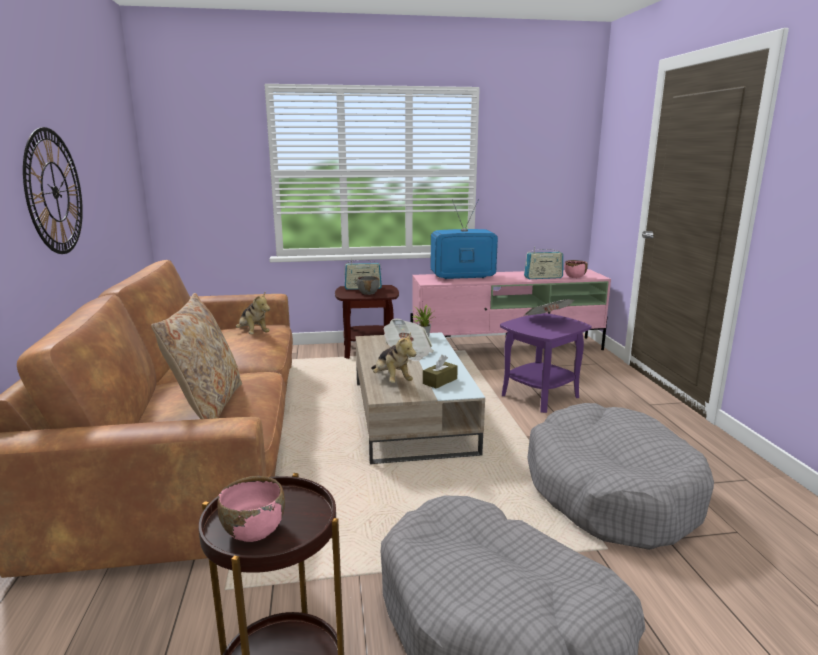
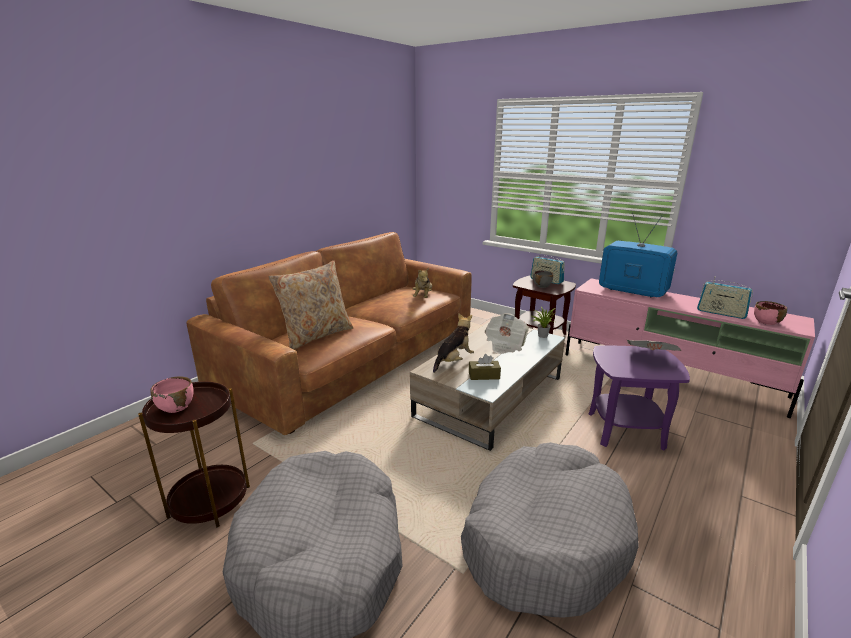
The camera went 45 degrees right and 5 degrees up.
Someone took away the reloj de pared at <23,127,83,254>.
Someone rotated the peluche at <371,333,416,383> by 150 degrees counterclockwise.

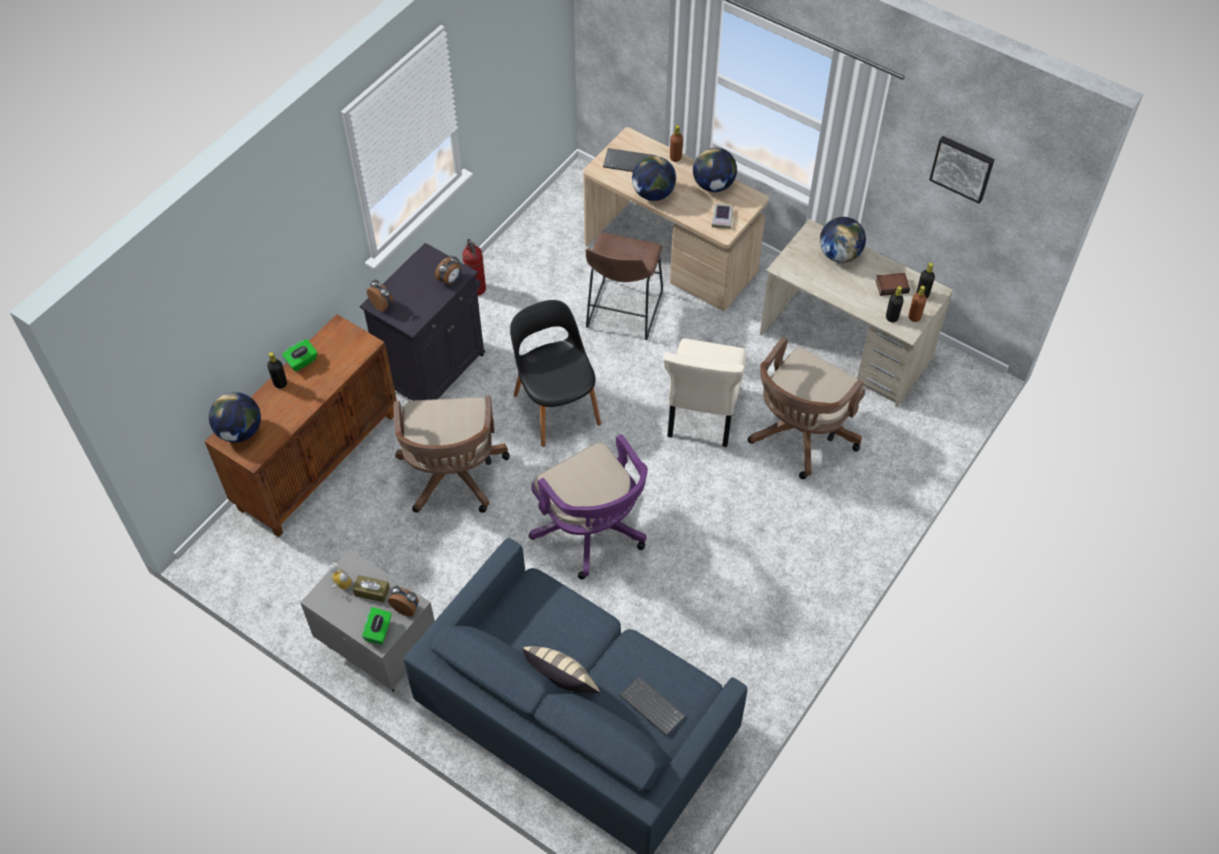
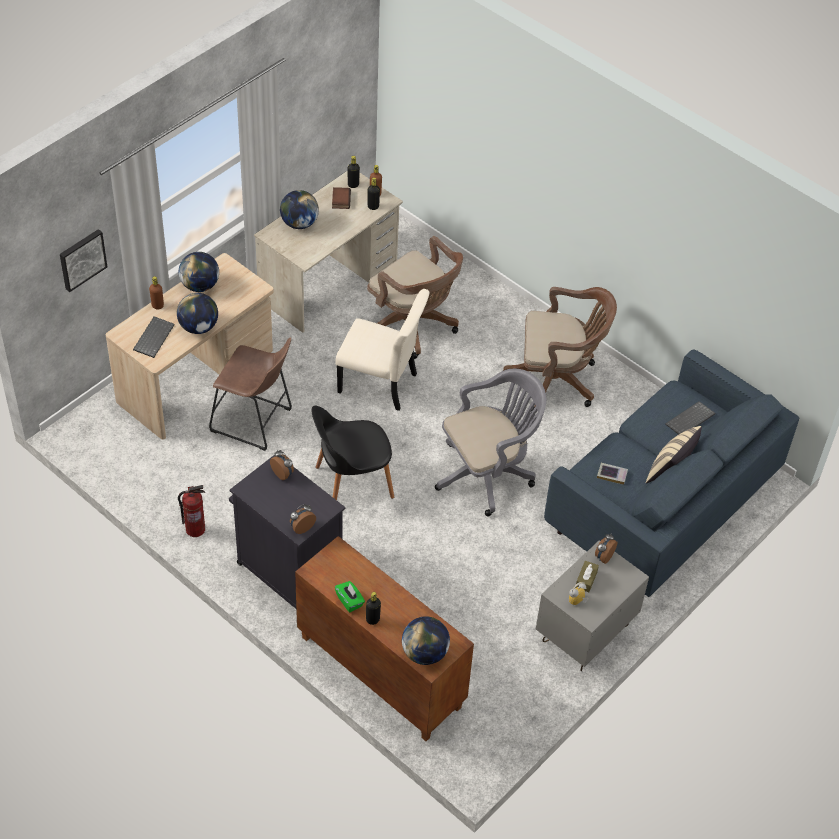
The camera went 85 degrees left and 5 degrees down.
Someone carried the cuadro from <929,136,995,204> to <60,229,107,292>.
Someone carried the libro from <712,204,733,229> to <597,463,628,485>.
Someone carried the silla de oficina [marrón] from <394,396,510,513> to <503,287,617,412>.
Someone repainted the silla de oficina [morado] at <529,434,648,580>, which became the silla de oficina [gris] at <435,369,546,516>.
Someone took away the caja de pañuelos [verde] at <362,607,392,644>.

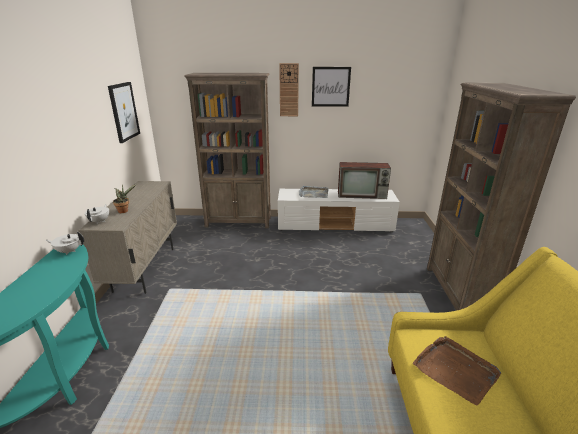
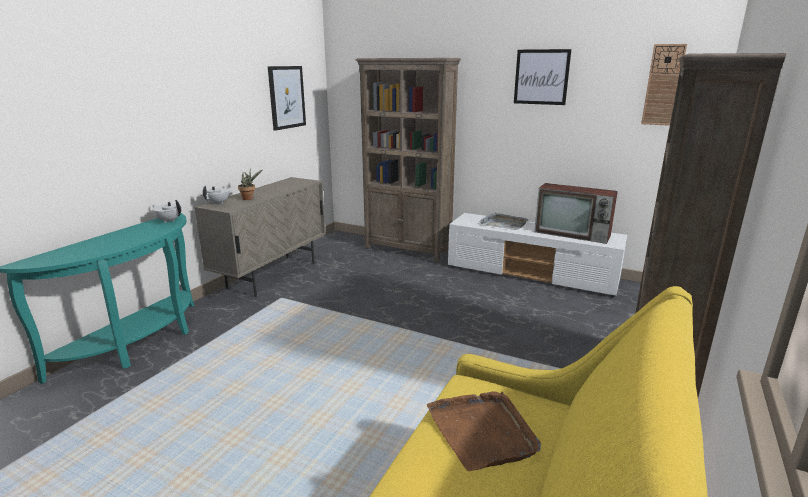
The camera went 25 degrees right and 5 degrees down.
Someone carried the reloj de pared from <279,63,299,116> to <641,44,687,126>.

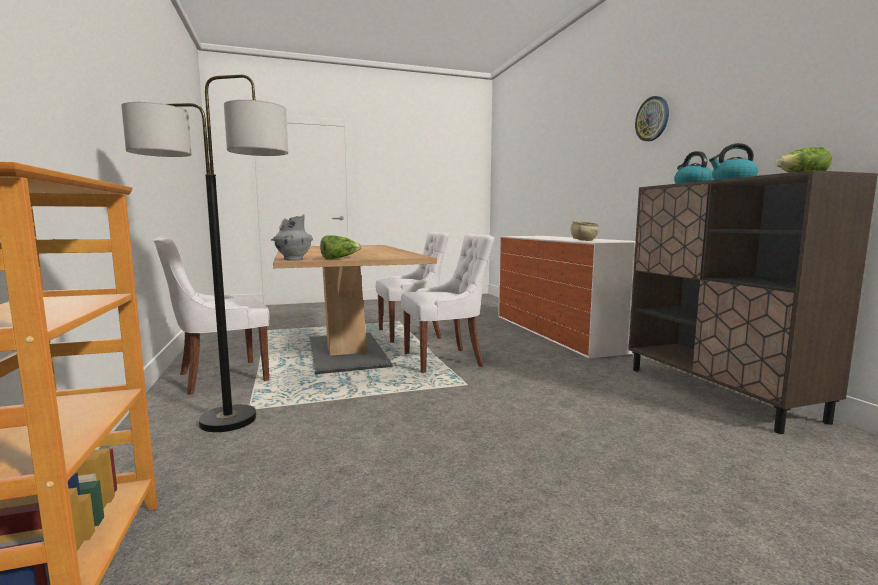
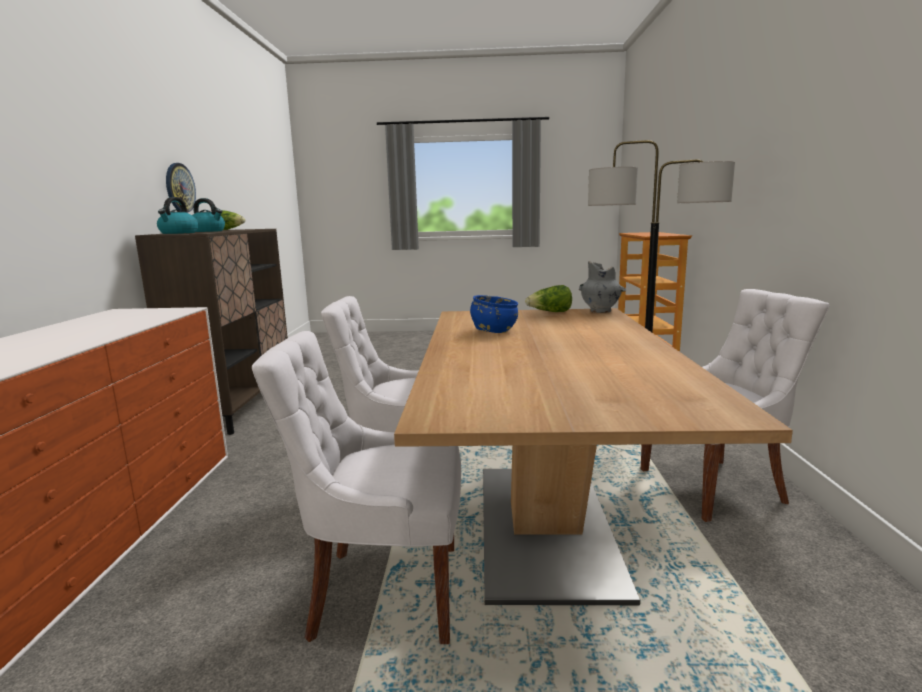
The camera went 160 degrees left and 5 degrees up.
Someone carried the reloj de pared from <635,96,669,141> to <166,163,196,212>.
Someone took away the cuenco [beis] at <570,221,599,241>.
Someone put down the cuenco [azul] at <470,295,518,333>.

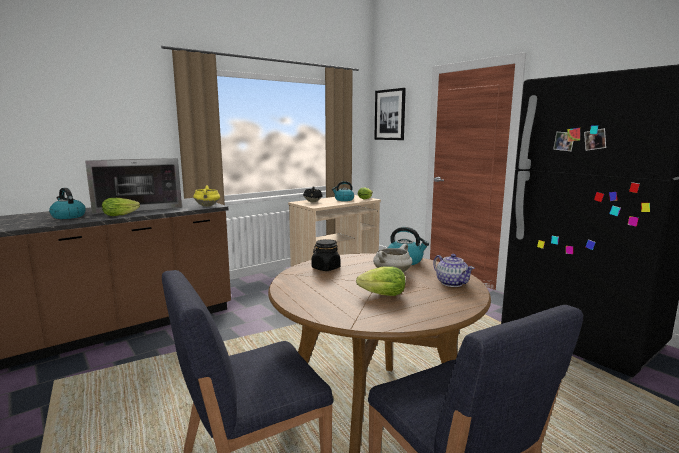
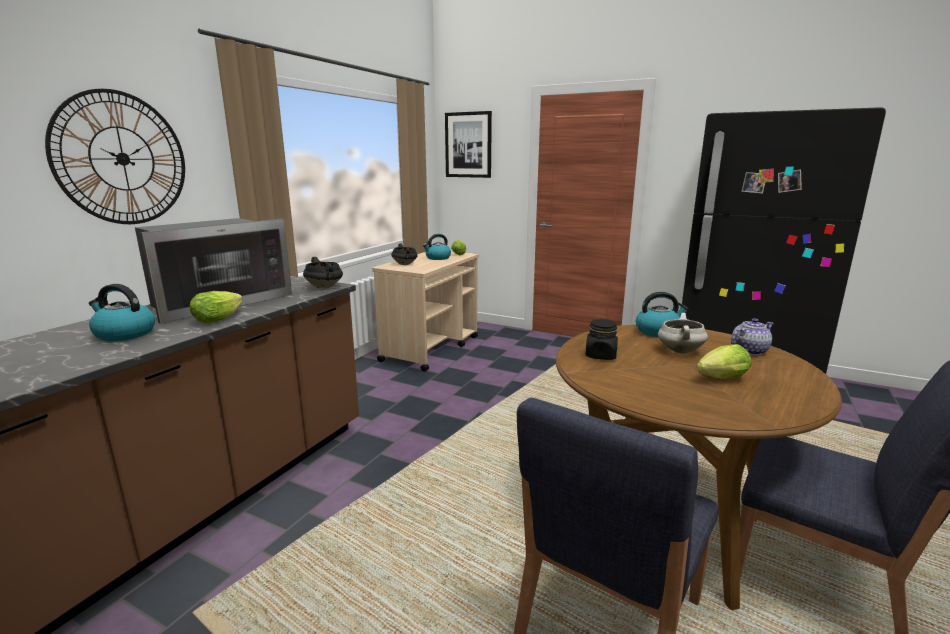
The camera went 25 degrees left and 5 degrees up.
Someone repainted the olla [amarillo] at <193,186,220,207>, which became the olla [negro] at <303,257,343,289>.
Someone rotated the tetera at <433,254,474,287> by 60 degrees counterclockwise.
Someone put up the reloj de pared at <45,89,185,224>.

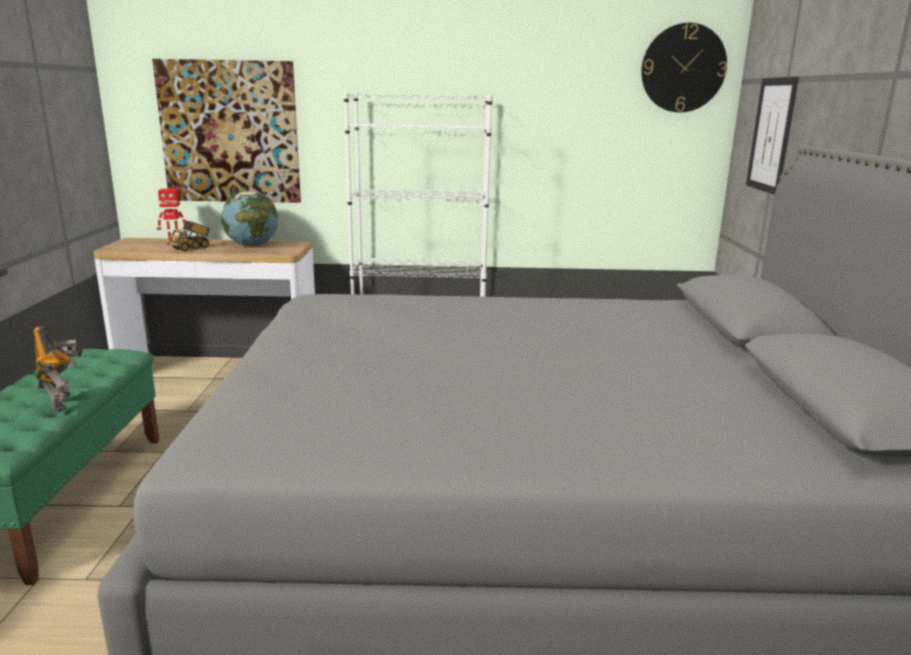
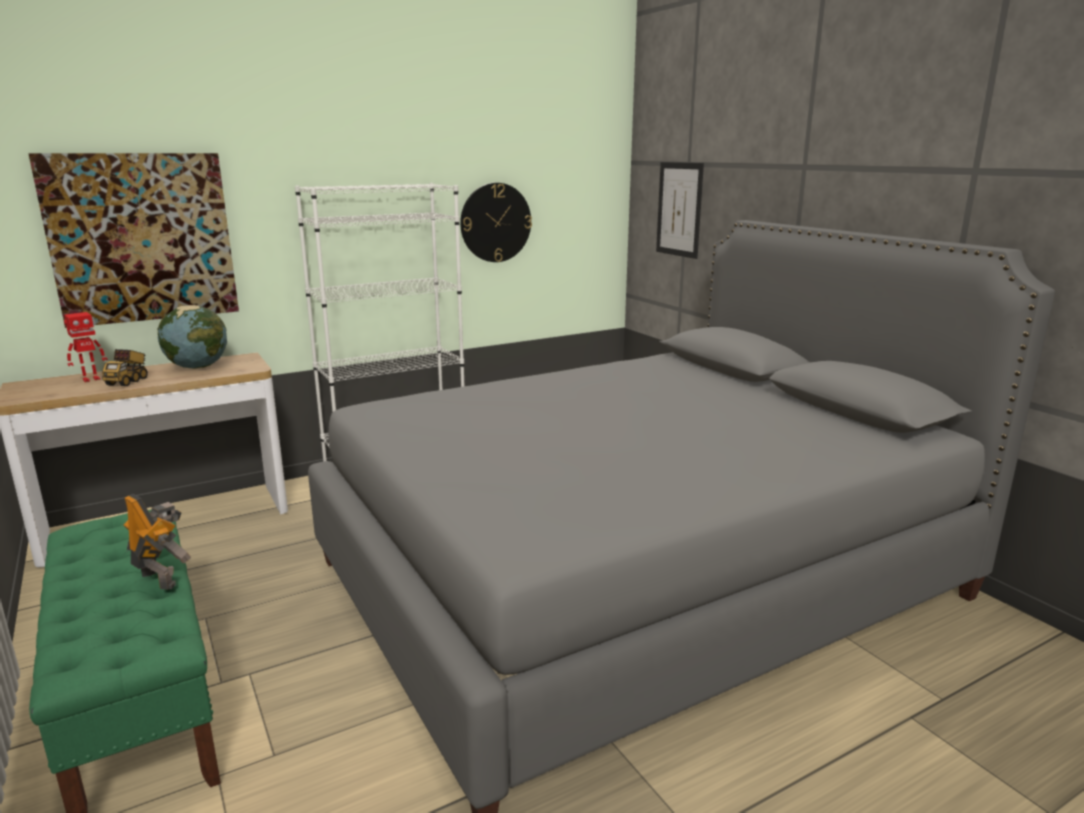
The camera went 30 degrees left and 0 degrees up.
Someone carried the reloj de pared from <641,23,727,112> to <460,183,532,262>.

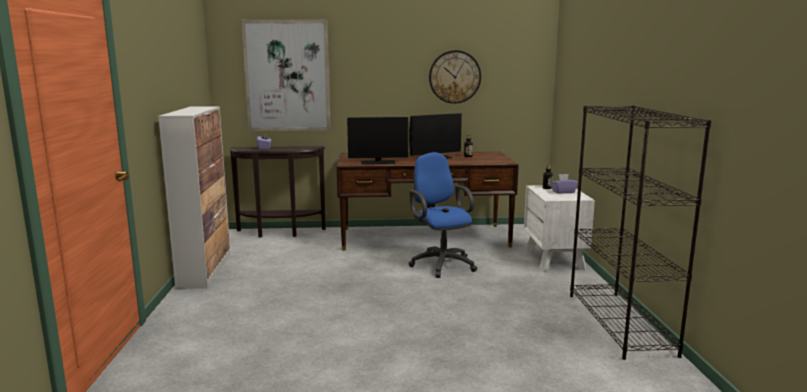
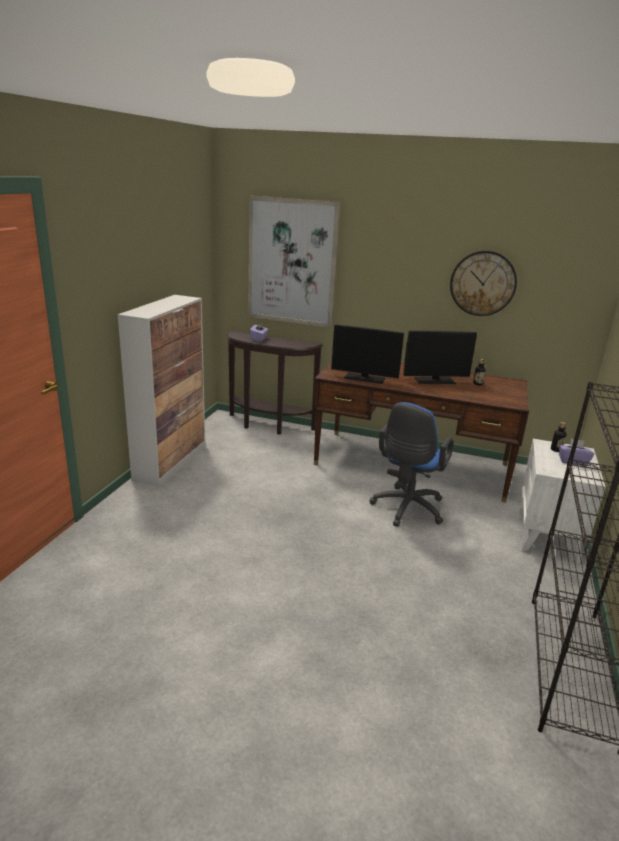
The camera went 20 degrees right and 10 degrees up.
Someone rotated the silla de oficina [azul] at <408,152,478,278> by 150 degrees counterclockwise.

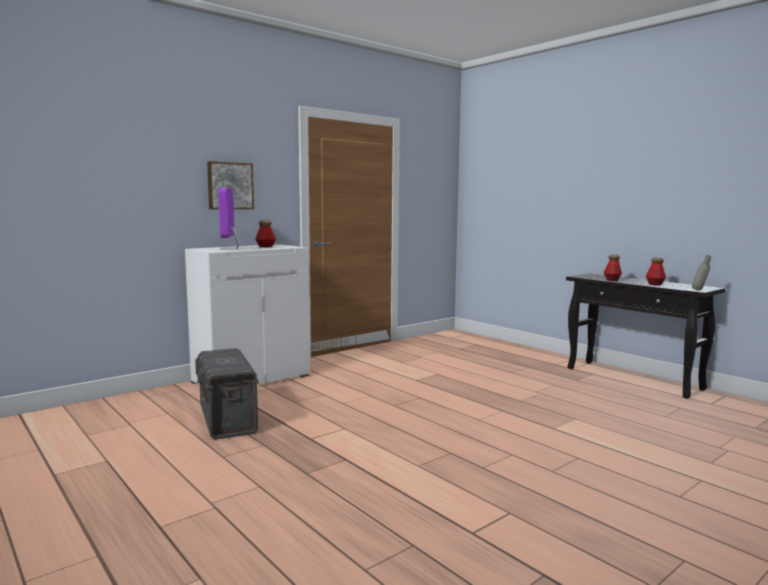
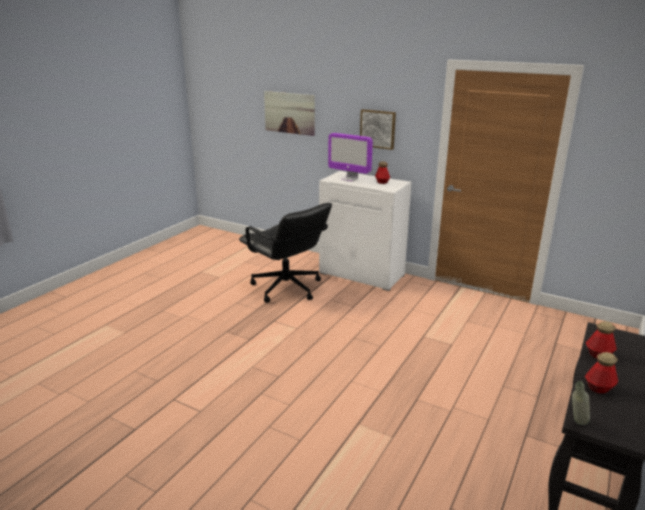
The camera went 70 degrees right and 15 degrees up.
Someone rotated the monitor at <219,188,240,250> by 120 degrees counterclockwise.
Someone swapped the caja de almacenaje [gris] at <195,348,259,440> for the silla de oficina [negro] at <239,203,332,302>.
Someone put up the cuadro at <264,91,315,136>.

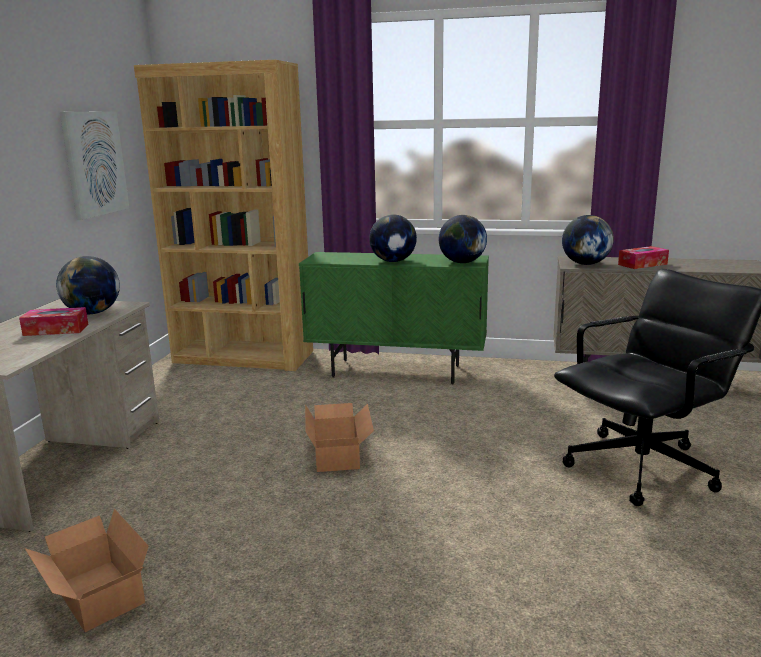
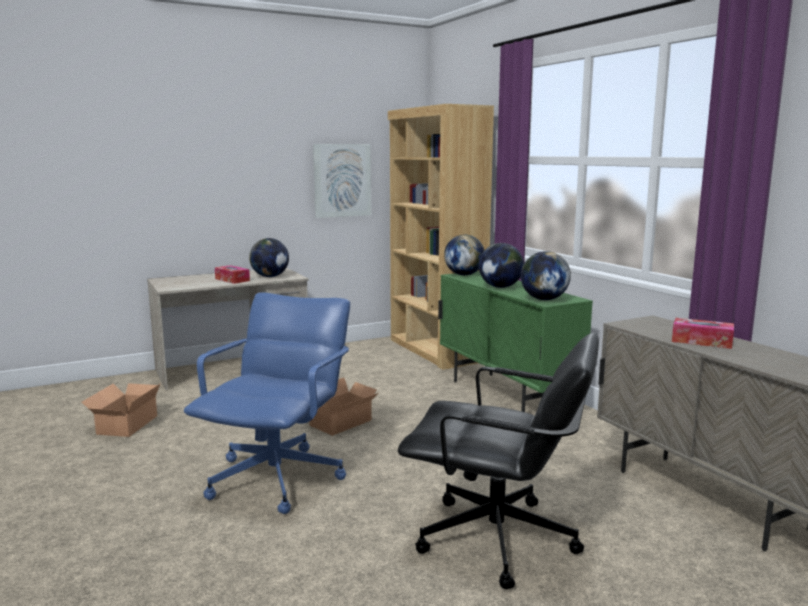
The camera went 50 degrees right and 5 degrees down.
Someone carried the globo terráqueo from <562,215,614,265> to <444,235,484,275>.
Someone put down the silla de oficina [azul] at <184,293,350,514>.

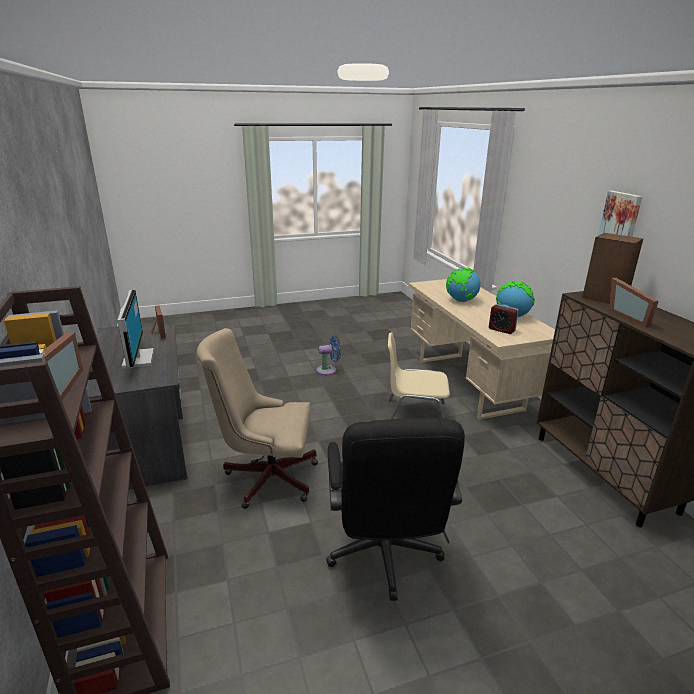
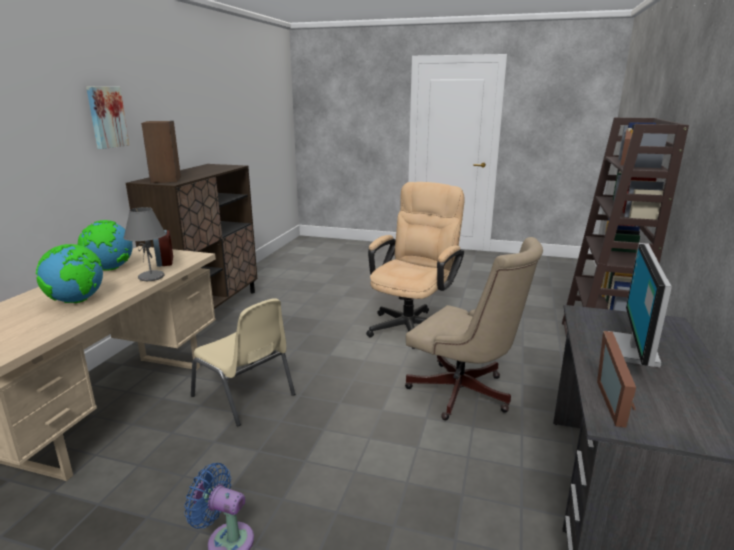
The camera went 145 degrees left and 5 degrees down.
Someone took away the portarretratos at <609,278,659,328>.
Someone repainted the silla de oficina [negro] at <326,418,465,601>, which became the silla de oficina [beis] at <366,182,465,349>.
Someone put down the lámpara de mesa [gris] at <123,207,166,281>.

